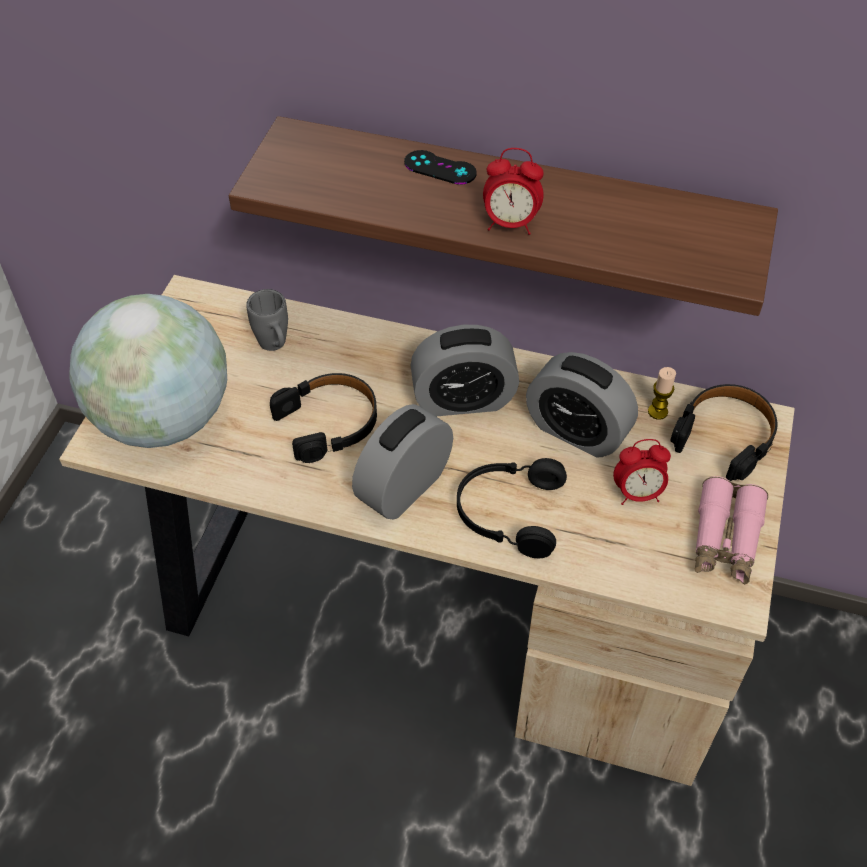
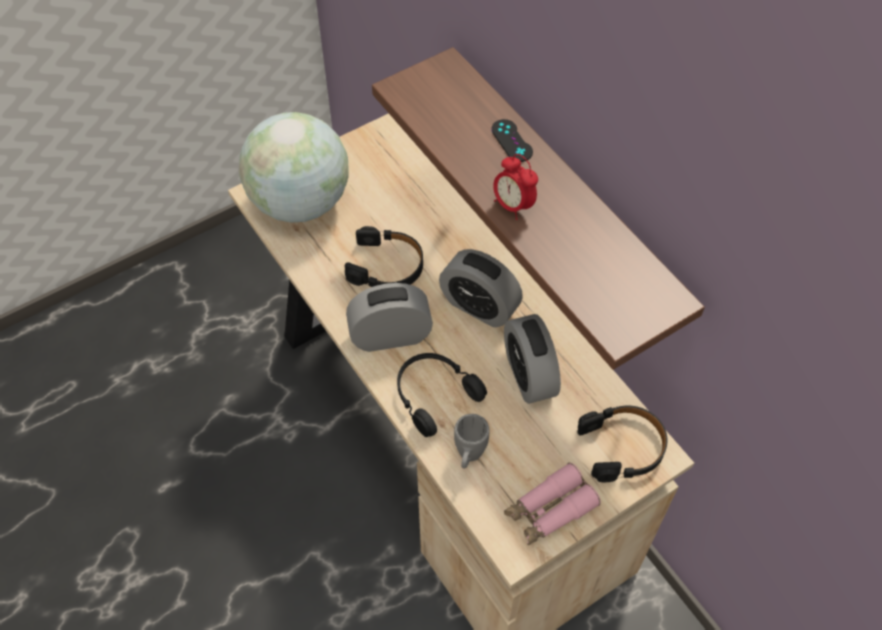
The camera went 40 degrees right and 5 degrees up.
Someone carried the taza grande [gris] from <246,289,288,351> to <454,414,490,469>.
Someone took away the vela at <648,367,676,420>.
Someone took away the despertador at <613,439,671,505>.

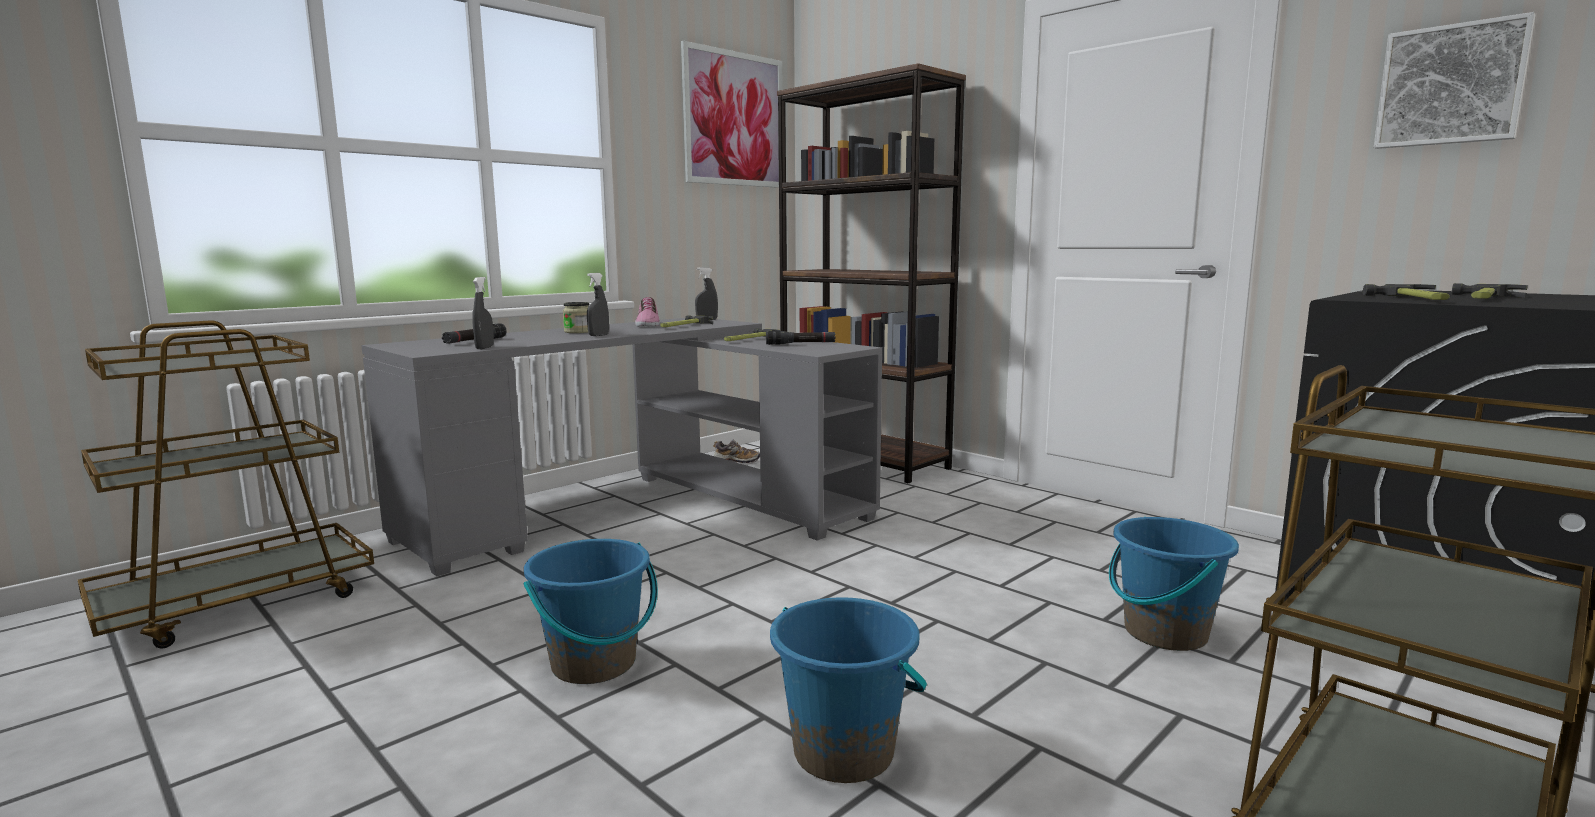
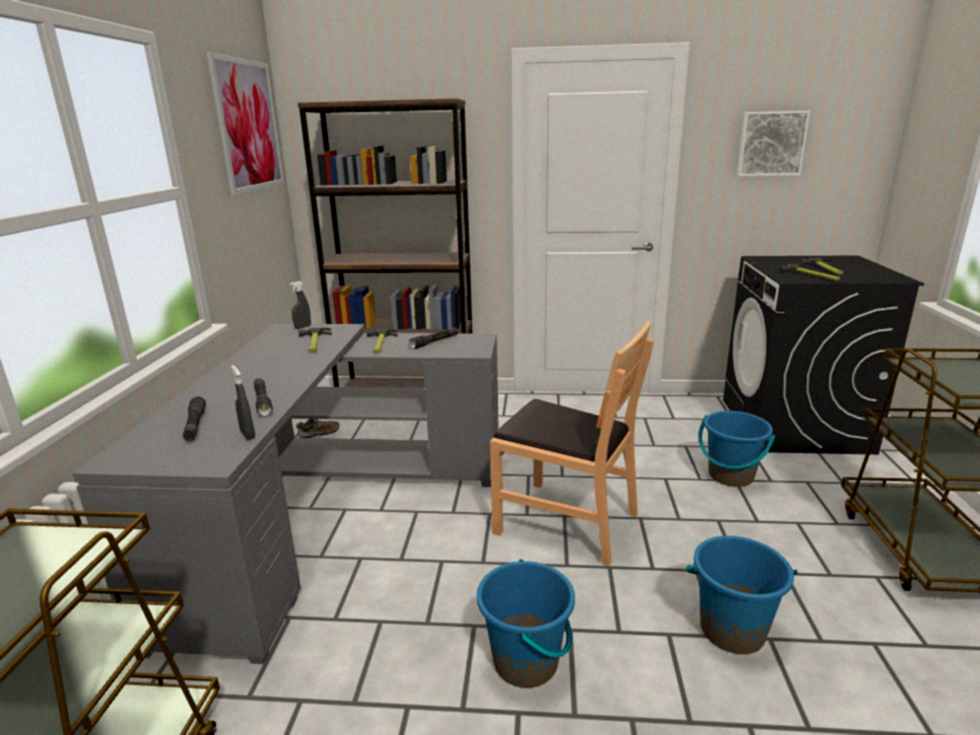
The camera went 40 degrees left and 10 degrees up.
Someone took away the pulverizador [gris] at <587,273,609,336>.
Someone took away the zapato at <635,297,660,327>.
Someone took away the tarro at <563,302,589,333>.
Someone put down the silla [marrón] at <490,321,654,566>.
Someone put down the linterna [negro] at <254,379,273,417>.

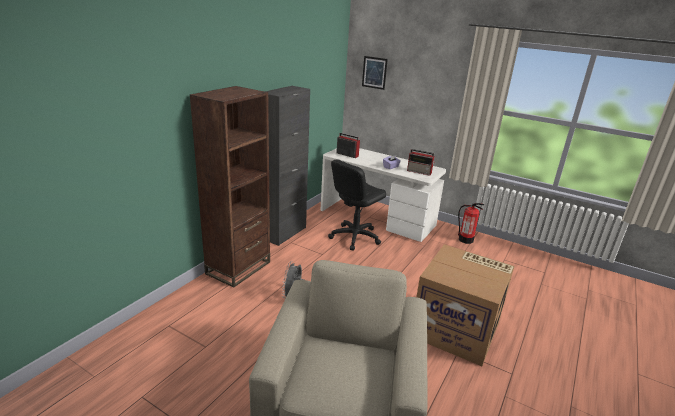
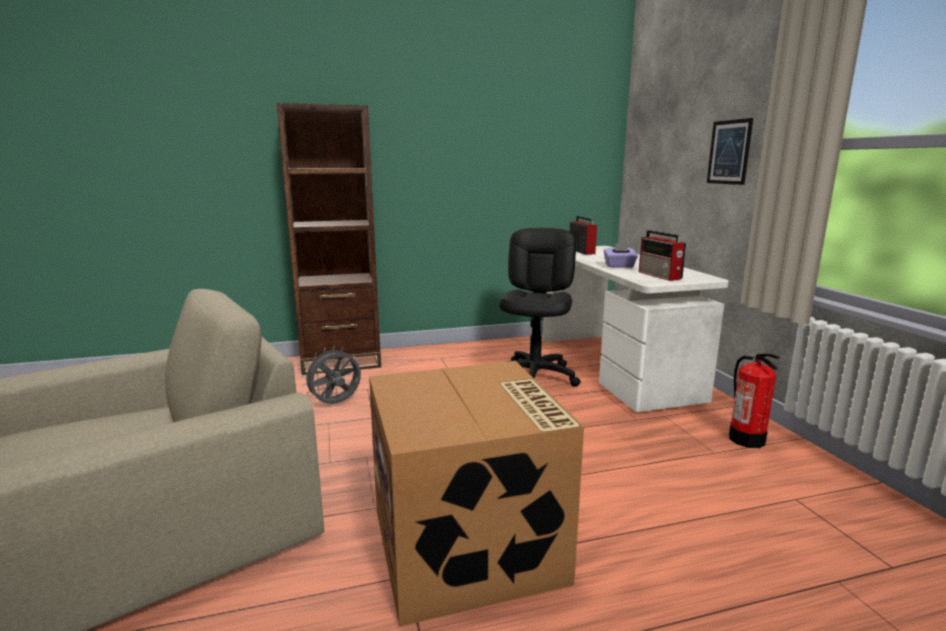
The camera went 45 degrees right and 10 degrees down.
Someone carried the cuadro from <362,56,388,90> to <707,118,753,185>.
Someone took away the armario [negro] at <265,86,310,246>.
Someone rotated the silla de oficina [negro] at <328,159,386,250> by 105 degrees clockwise.

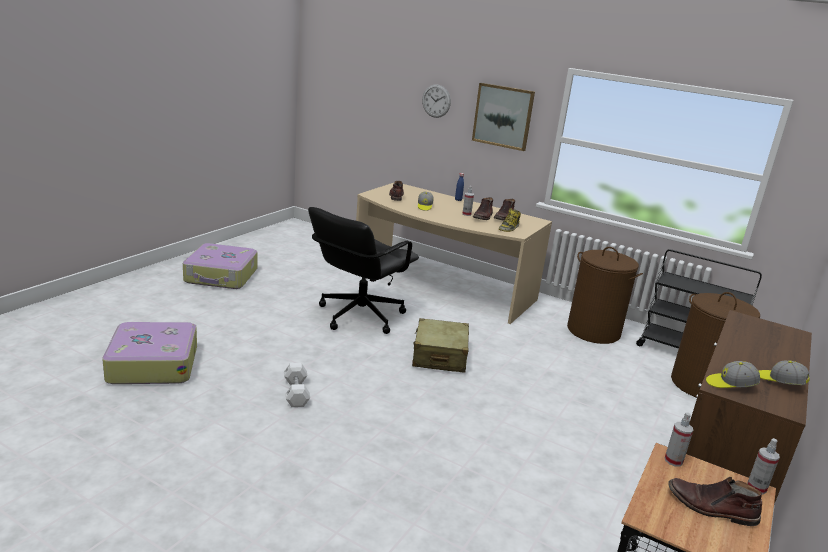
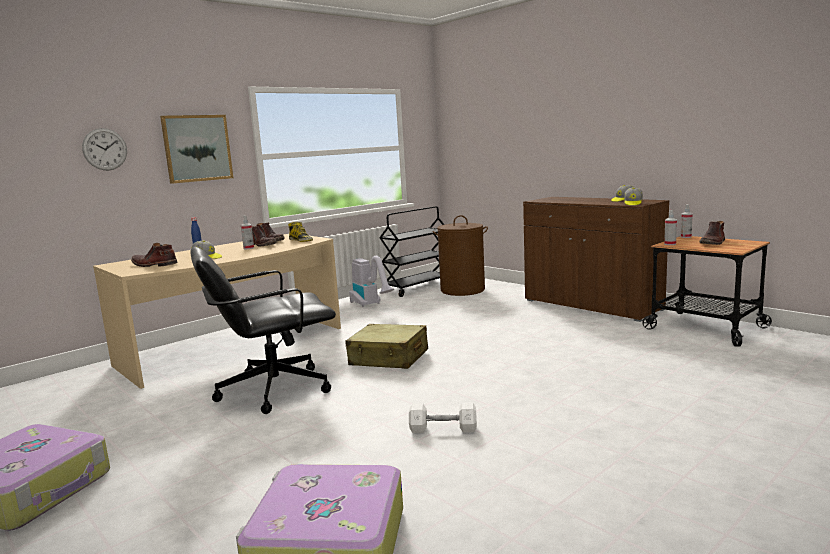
The camera went 70 degrees left and 10 degrees down.
Someone rotated the silla de oficina [negro] at <308,207,419,334> by 105 degrees clockwise.
Someone swapped the cesto de la ropa [marrón] at <567,247,643,344> for the aspiradora at <349,256,394,307>.

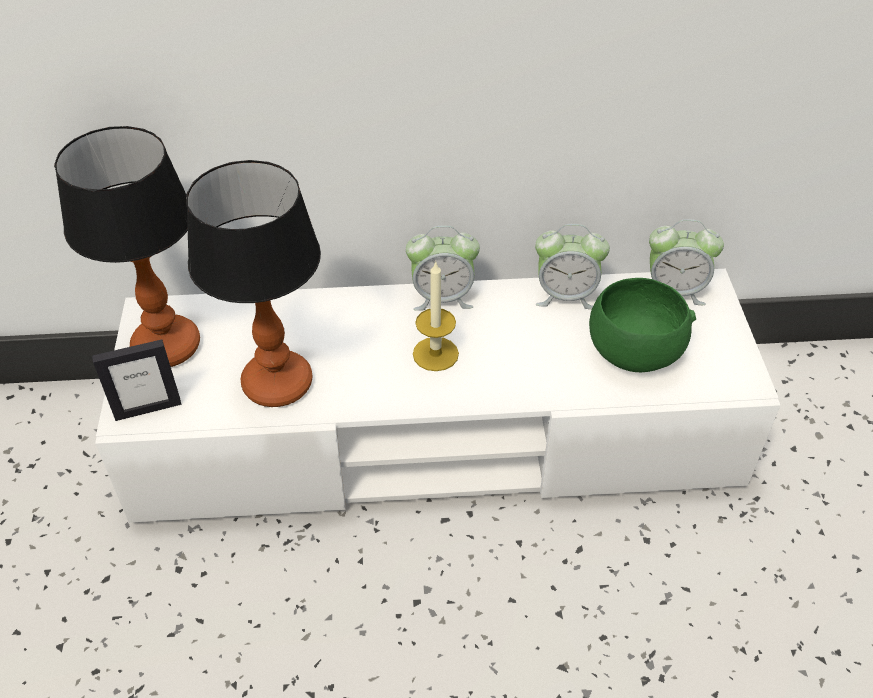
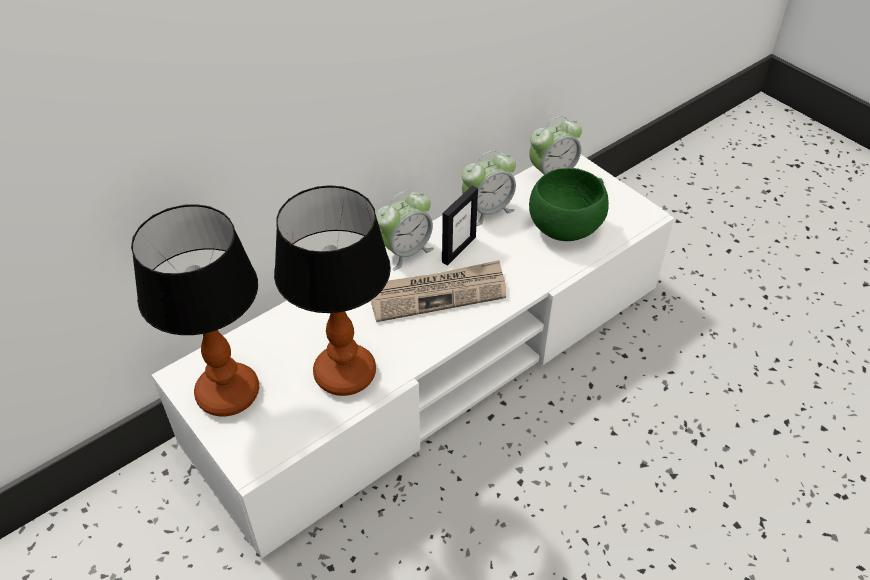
The camera went 35 degrees left and 0 degrees up.
Someone swapped the vela at <413,261,459,371> for the periódico at <371,260,506,322>.
Someone carried the portarretratos from <92,339,181,421> to <442,186,478,265>.

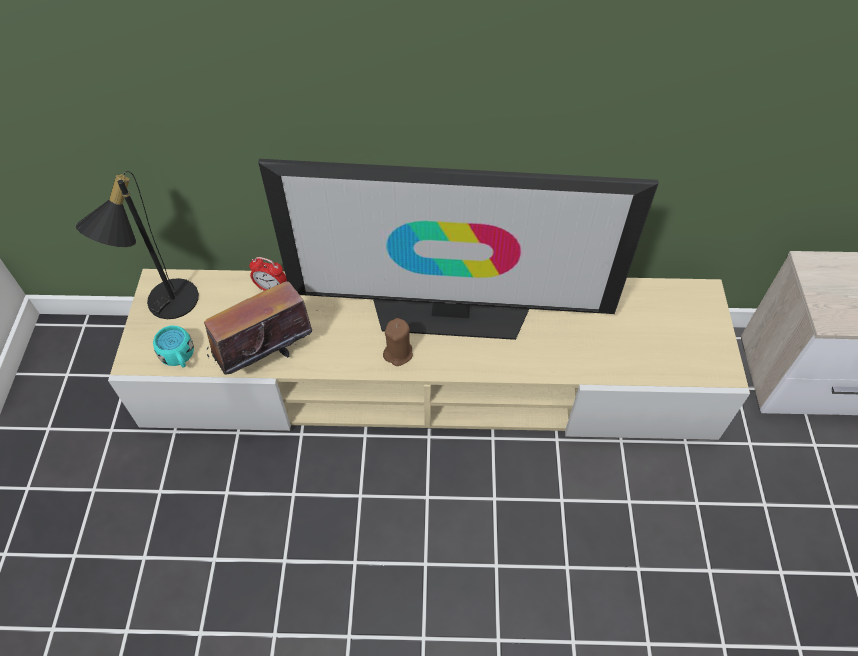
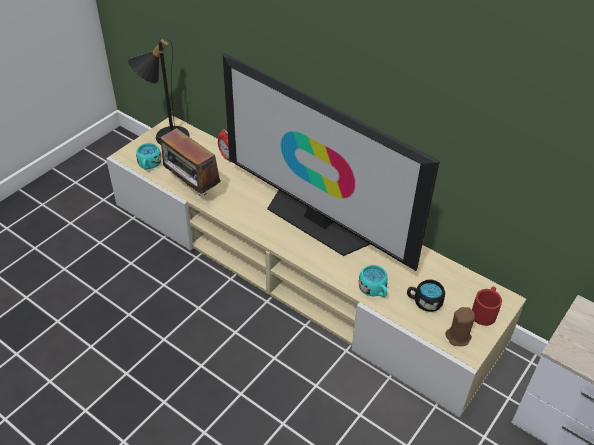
The camera went 35 degrees right and 10 degrees down.
Someone rotated the radio at <204,274,312,374> by 135 degrees counterclockwise.
Someone carried the vela [marrón] from <383,318,413,366> to <445,307,475,346>.
Someone put down the taza grande [turquesa] at <359,265,388,297>.
Someone put down the taza grande [negro] at <407,280,445,312>.
Someone put down the taza grande [rojo] at <472,286,502,326>.

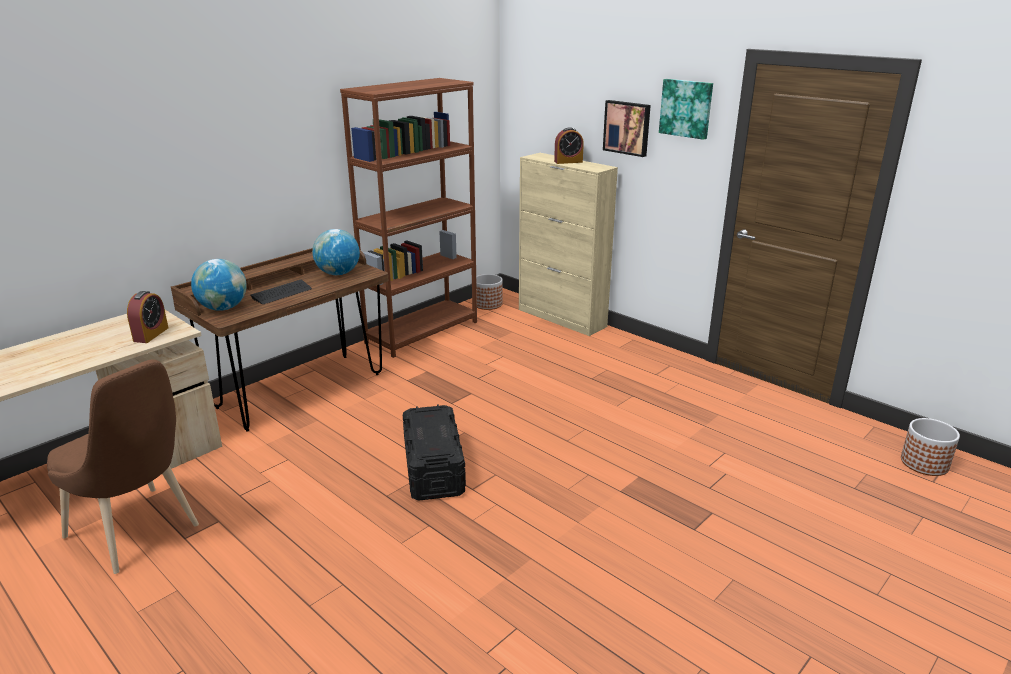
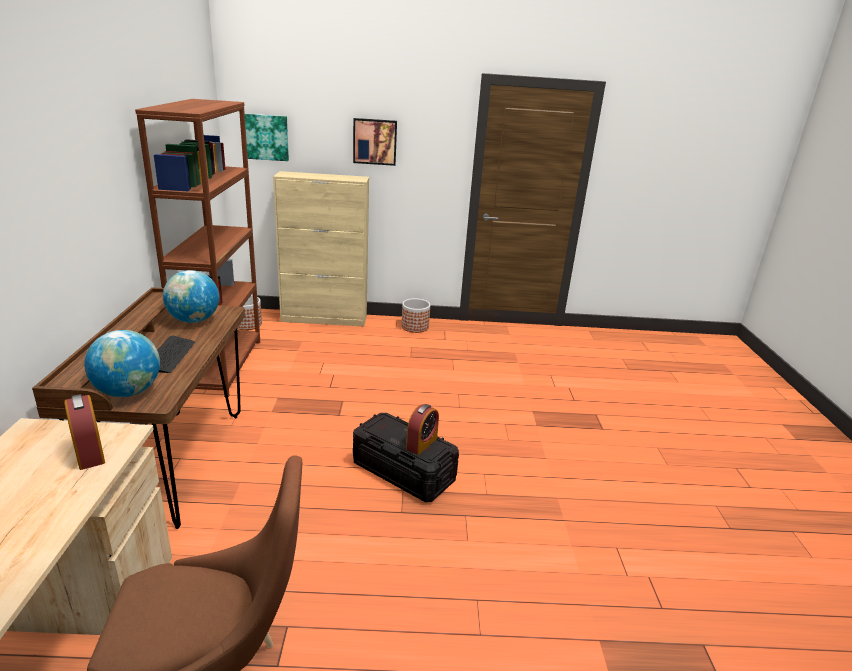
The camera went 45 degrees left and 0 degrees up.
Someone carried the cuadro from <659,79,713,140> to <245,114,289,161>.
Someone carried the despertador from <554,127,584,164> to <406,404,439,455>.
Someone carried the maceta from <901,418,960,476> to <401,298,430,333>.

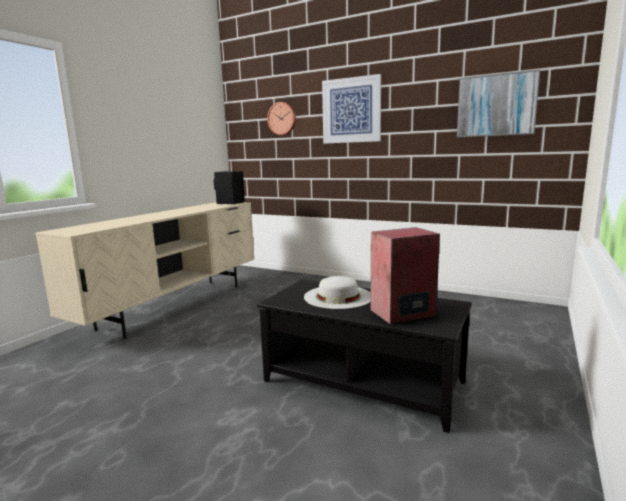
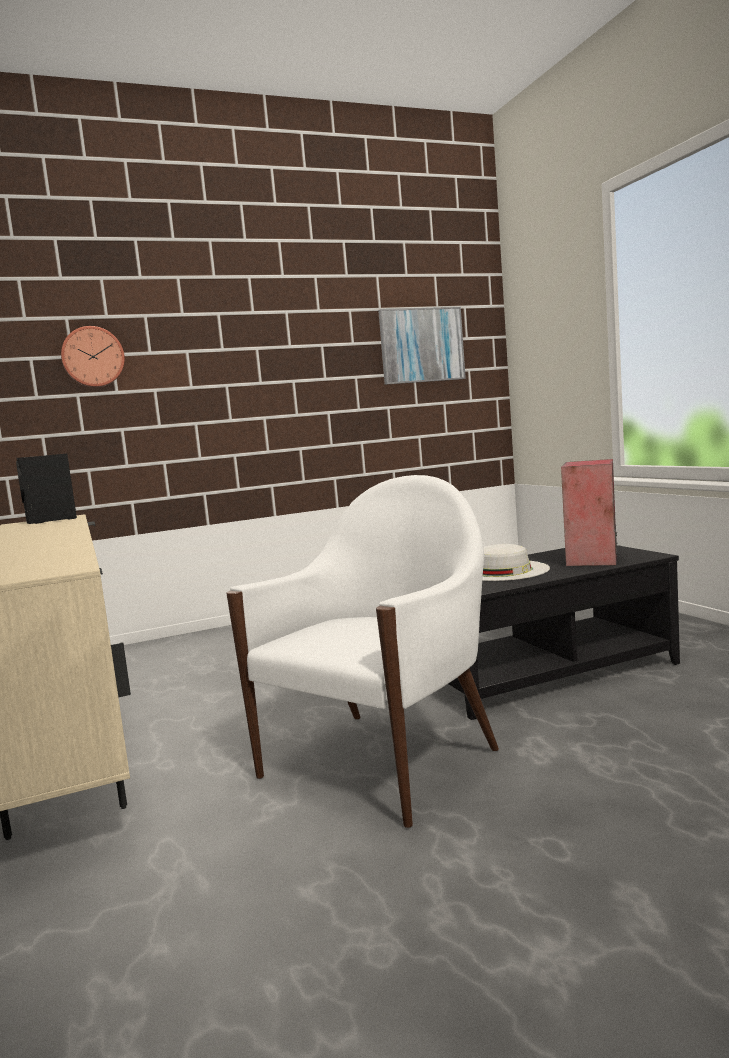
The camera went 50 degrees left and 5 degrees down.
Someone took away the cuadro at <322,74,381,144>.
Someone put down the sillón [blanco] at <226,475,499,828>.

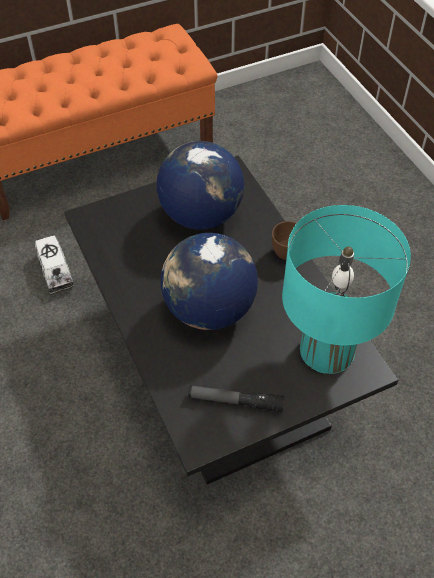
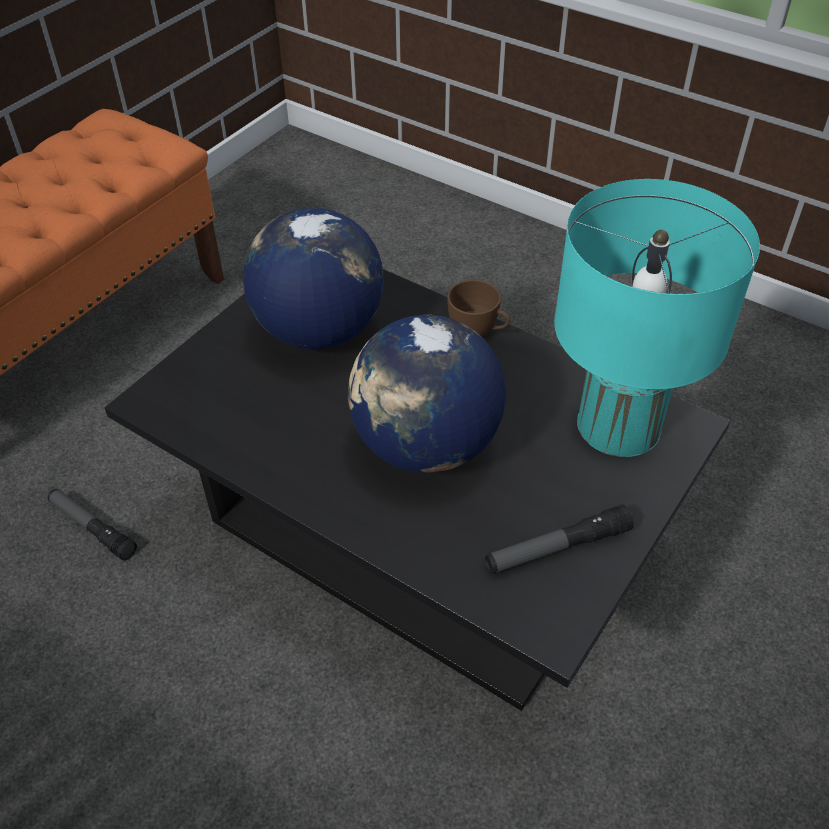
The camera went 30 degrees left and 5 degrees down.
Someone swapped the camión de juguete at <35,235,74,294> for the linterna at <48,489,137,560>.

